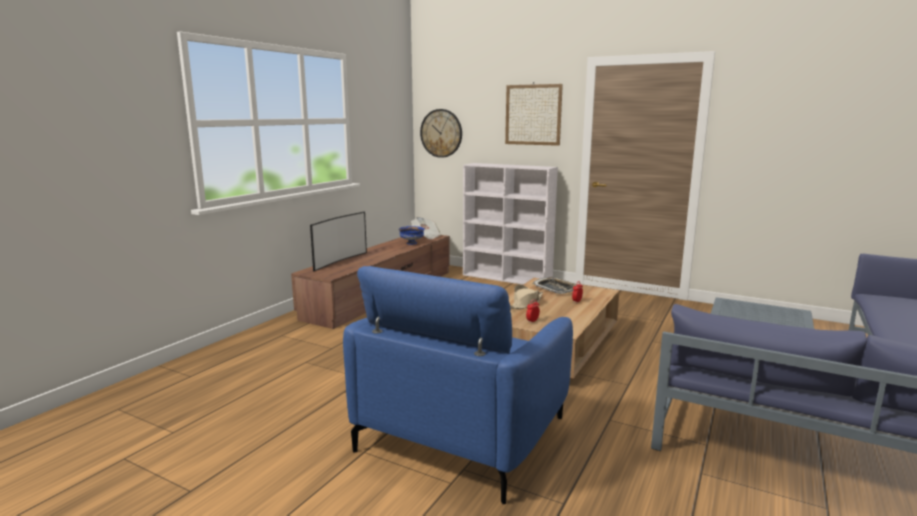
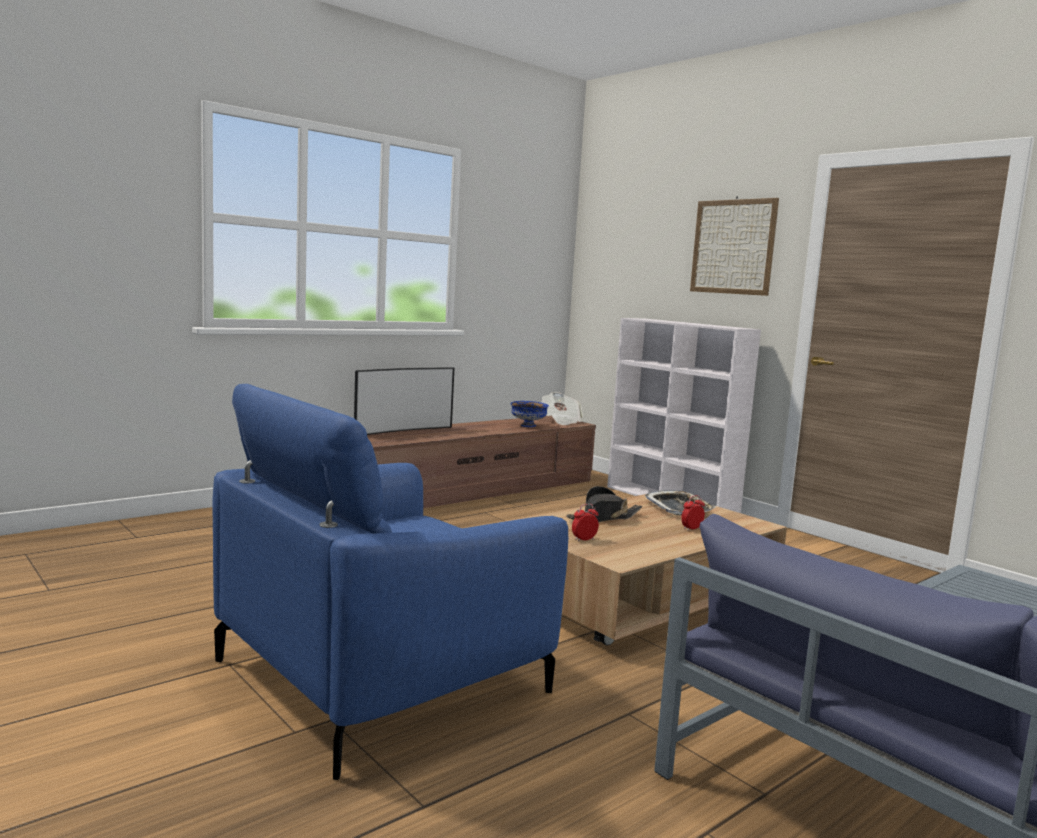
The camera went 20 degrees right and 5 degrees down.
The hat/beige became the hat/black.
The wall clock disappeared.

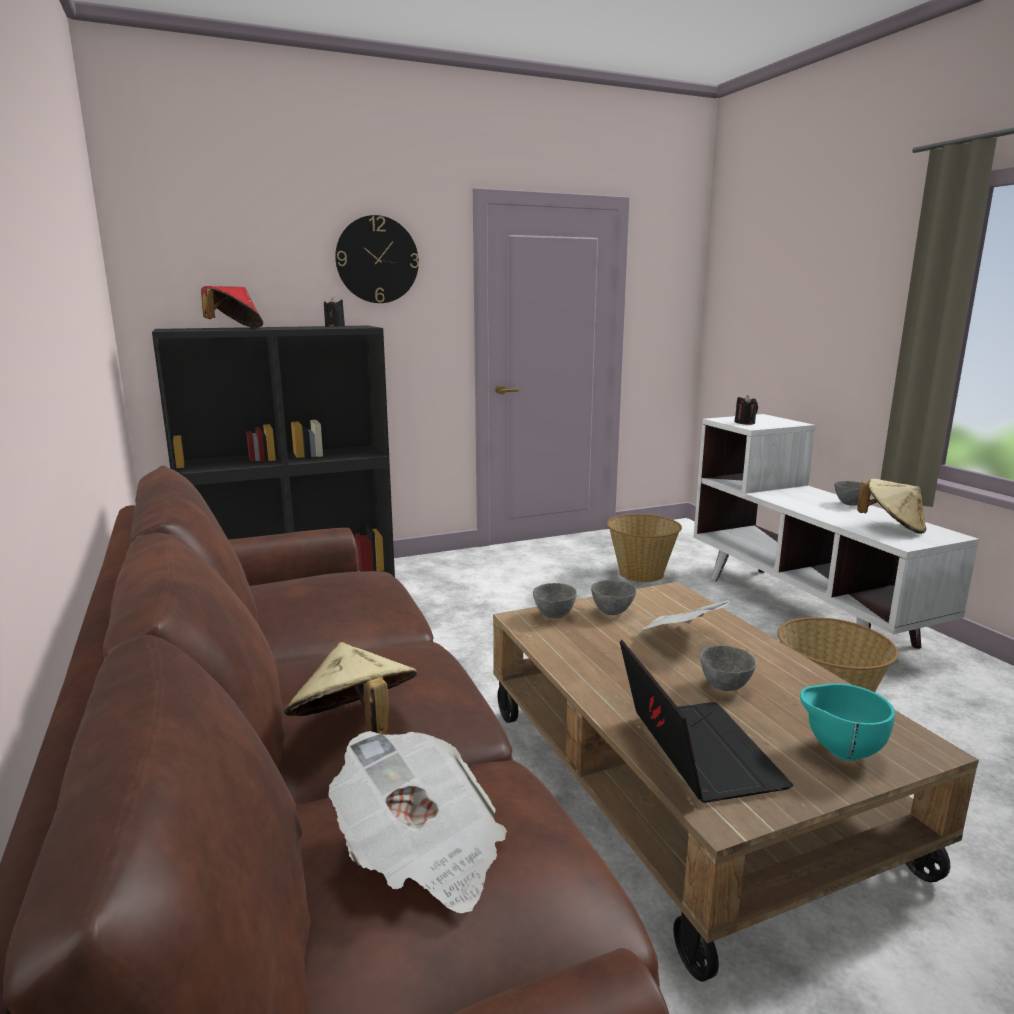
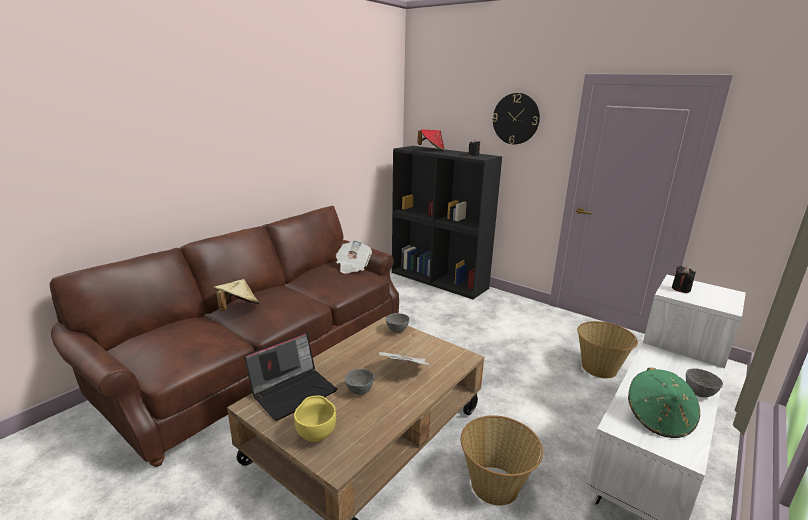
The camera went 60 degrees right and 5 degrees up.
The bowl/turquoise became the bowl/yellow.
The newspaper (1st from left) moved.
The hat/beige (2nd from left) became the hat/green.
The bowl/grey (2nd from left) disappeared.

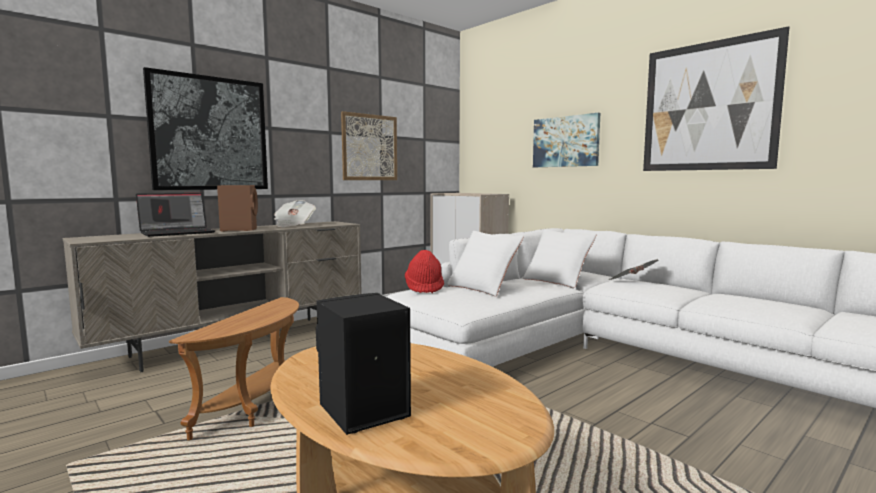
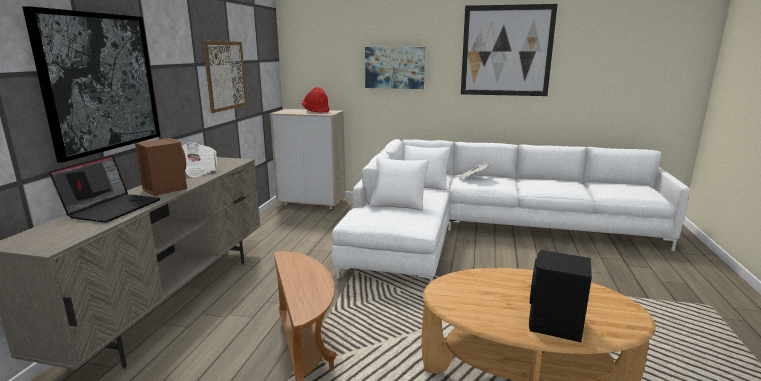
The camera went 35 degrees left and 10 degrees up.
The hat/red moved.

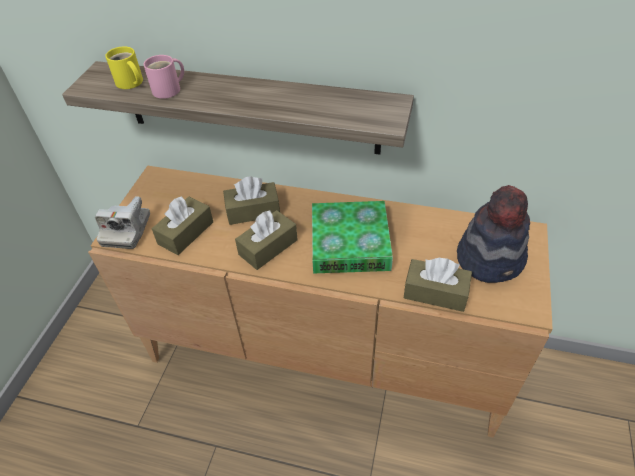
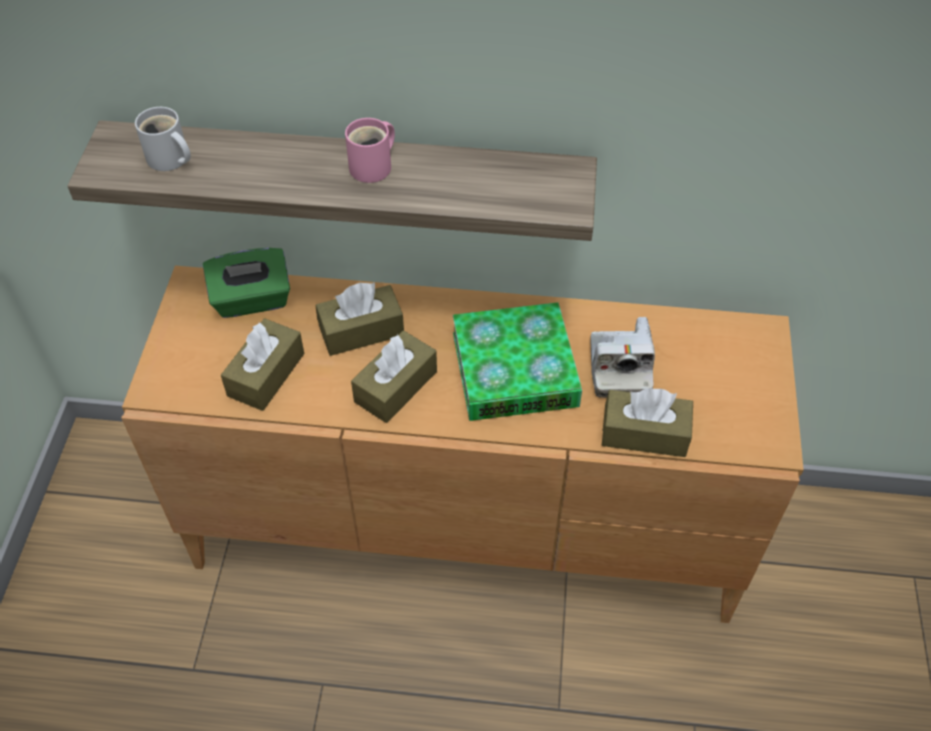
The camera went 10 degrees left and 5 degrees up.
The mug/yellow became the mug/white.
The tissue box/green appeared.
The mug/pink moved.
The photo camera moved.
The hat disappeared.

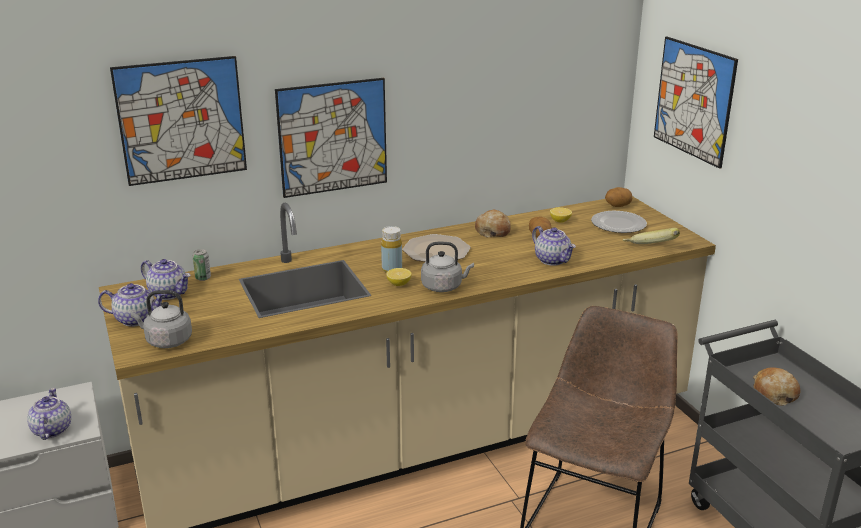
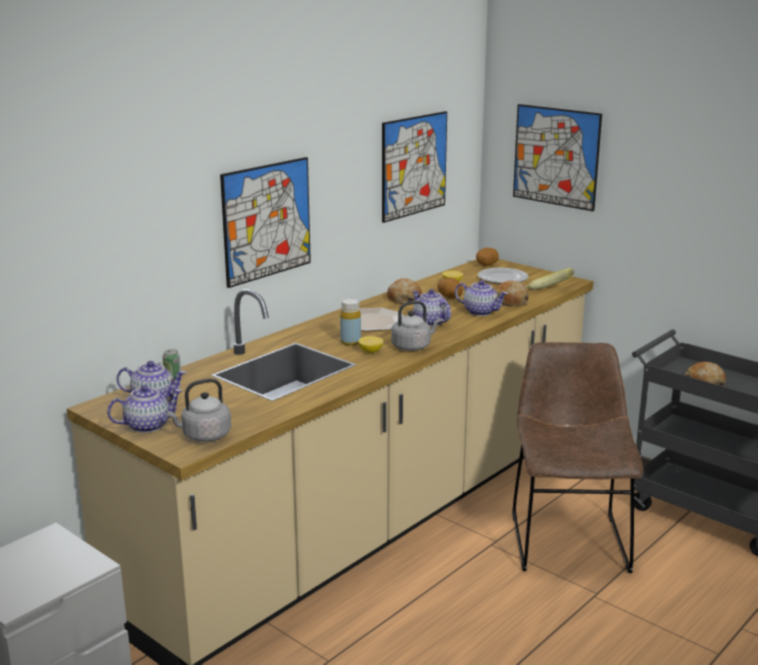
The camera went 25 degrees left and 5 degrees down.
The picture (1st from left in the first image) moved.
The teapot (1st from left in the first image) moved.
The bread (2nd from left) appeared.

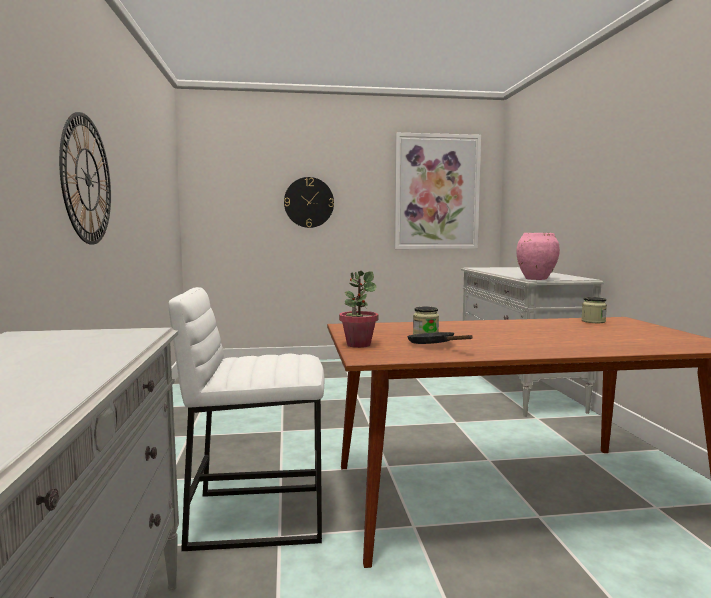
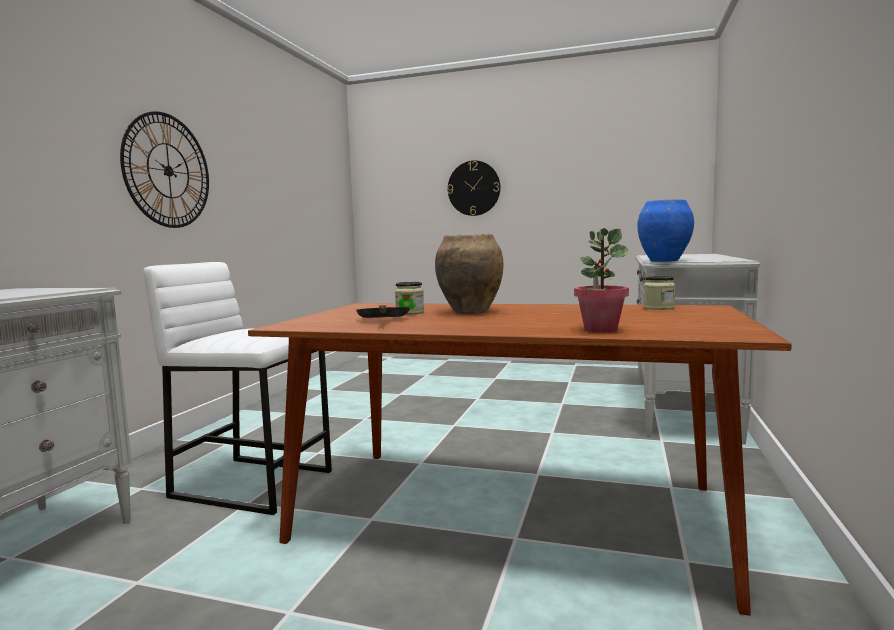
The camera went 25 degrees right and 0 degrees up.
The vase/brown appeared.
The potted plant moved.
The vase/pink became the vase/blue.
The picture disappeared.

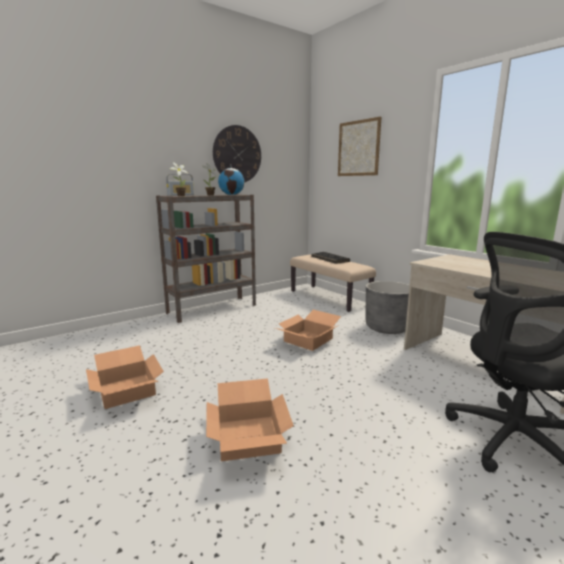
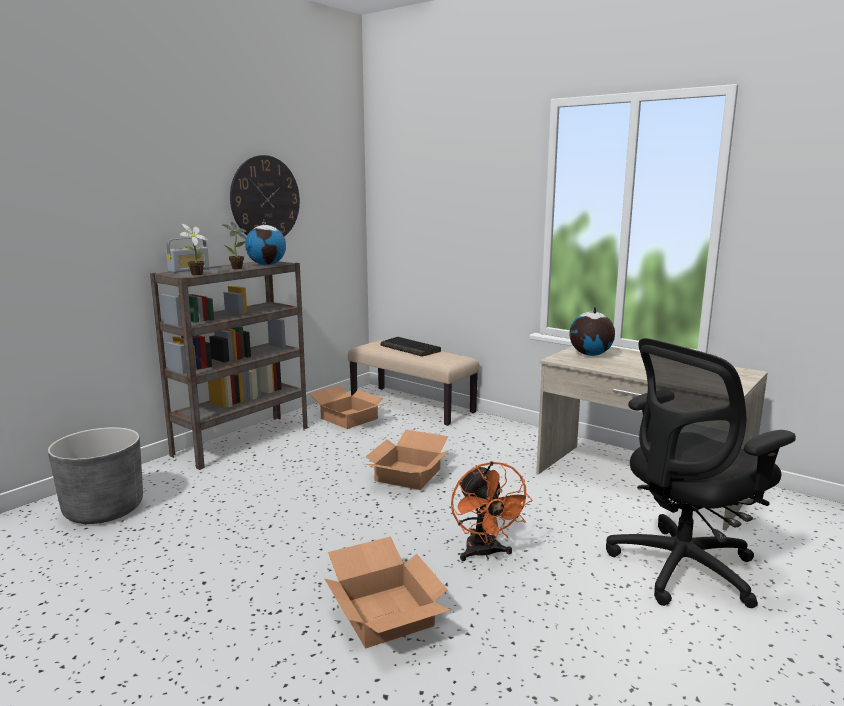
The camera went 15 degrees left and 0 degrees up.
The planter/grey moved.
The cardboard box (1st from left) moved.
The fan/orange appeared.
The globe (2nd from left) appeared.
The picture disappeared.

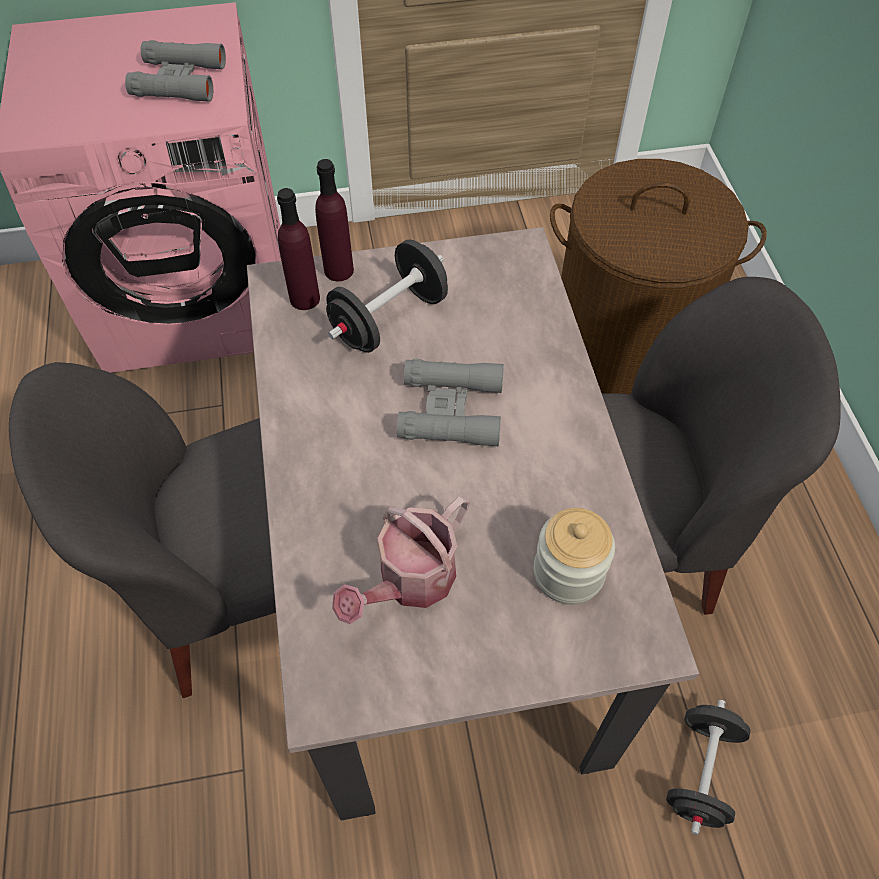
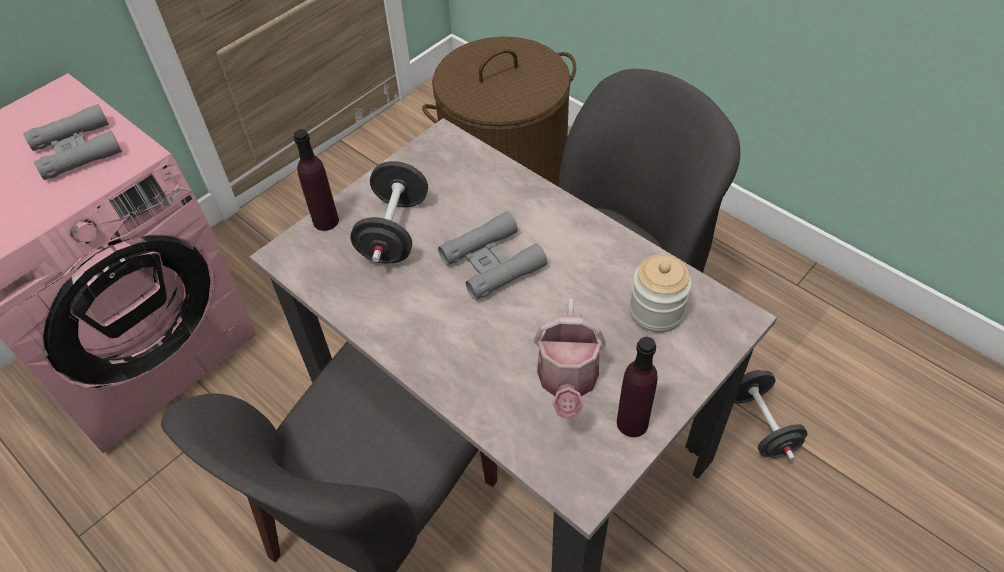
The camera went 35 degrees left and 5 degrees down.
The bottle/purple (1st from left in the first image) moved.

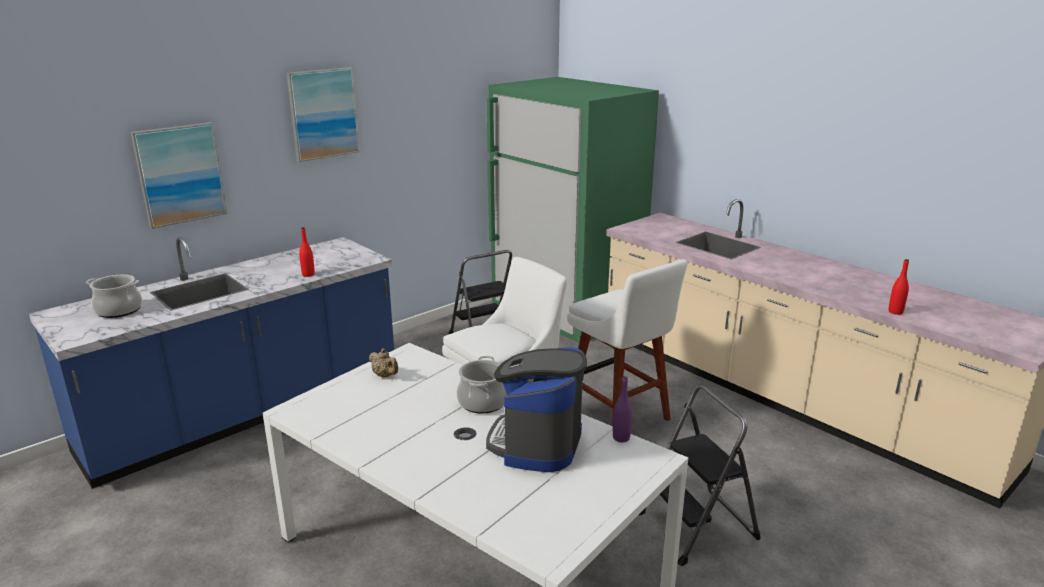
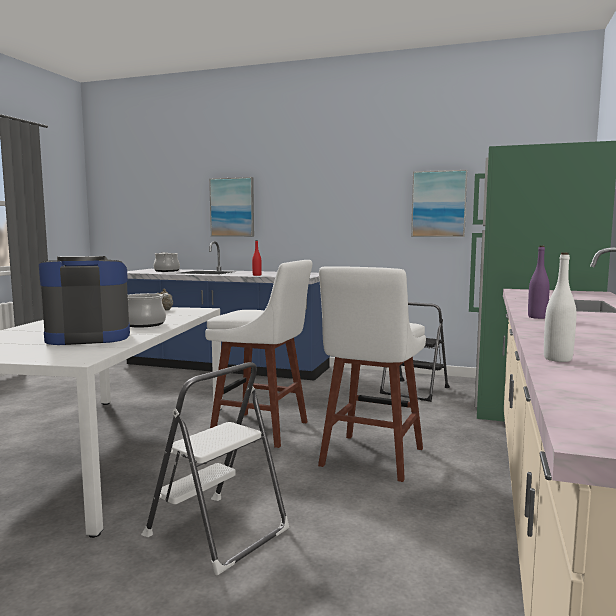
The camera went 60 degrees right and 15 degrees down.
The step ladder/black (2nd from left) became the step ladder/white.
The picture (2nd from left) moved.
The bottle/purple moved.
The bottle/red (2nd from left) became the bottle/white.

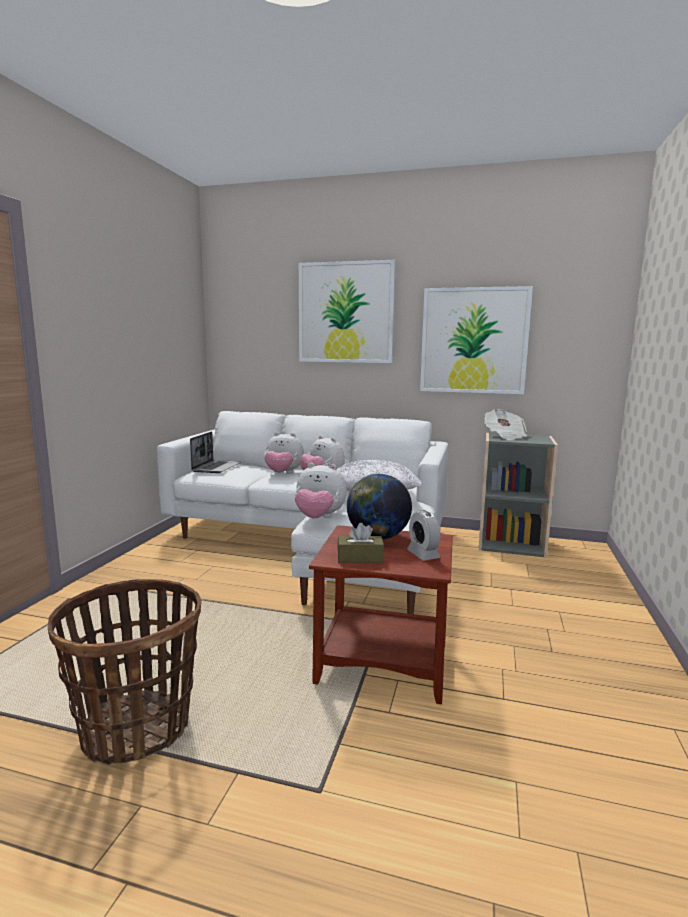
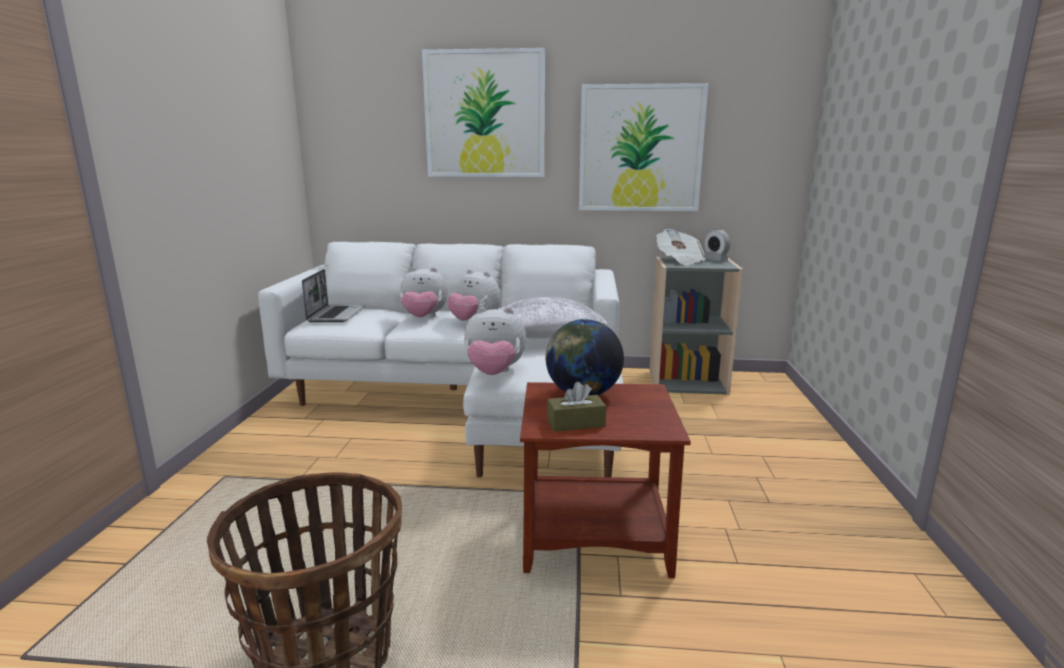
The camera went 10 degrees left and 5 degrees up.
The alarm clock moved.

